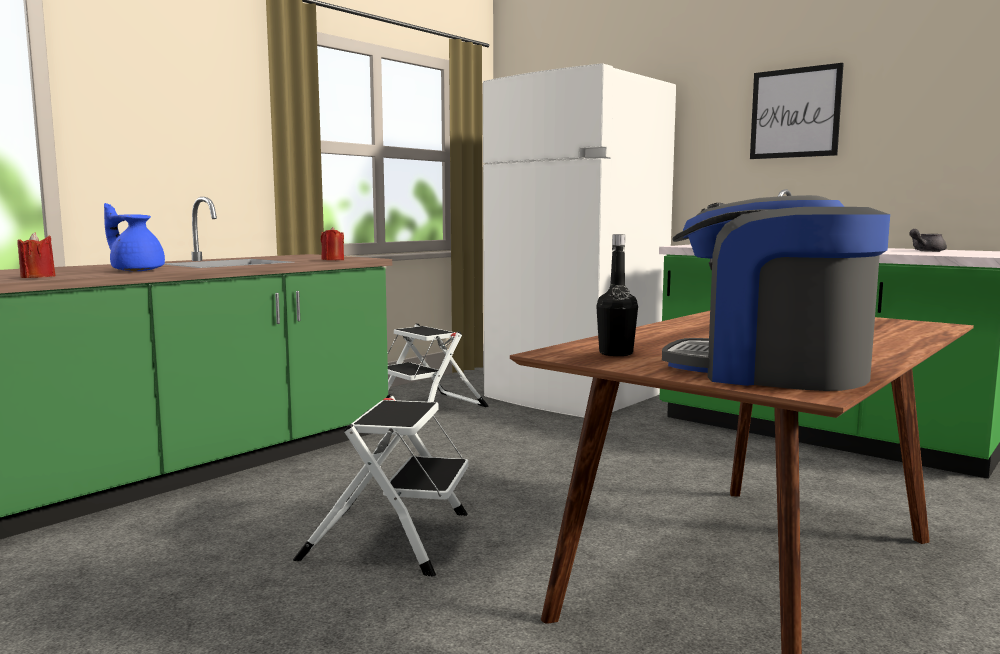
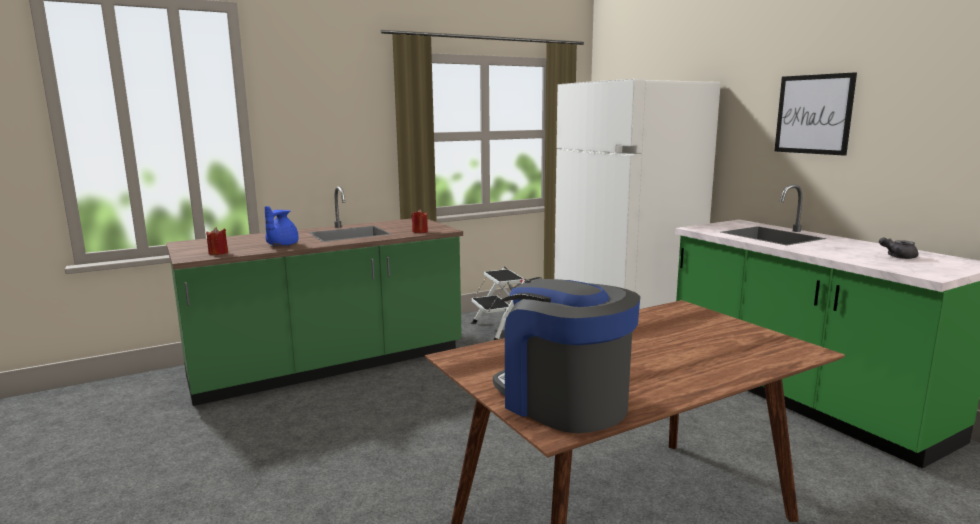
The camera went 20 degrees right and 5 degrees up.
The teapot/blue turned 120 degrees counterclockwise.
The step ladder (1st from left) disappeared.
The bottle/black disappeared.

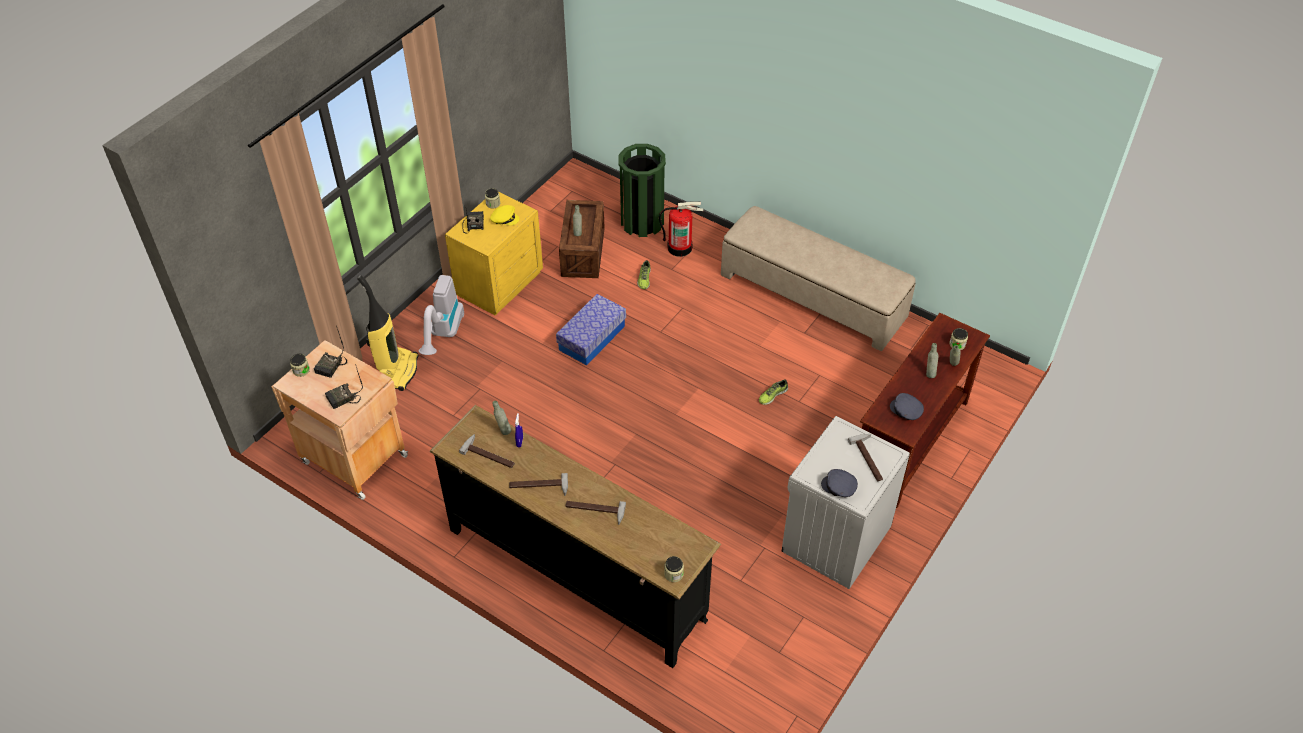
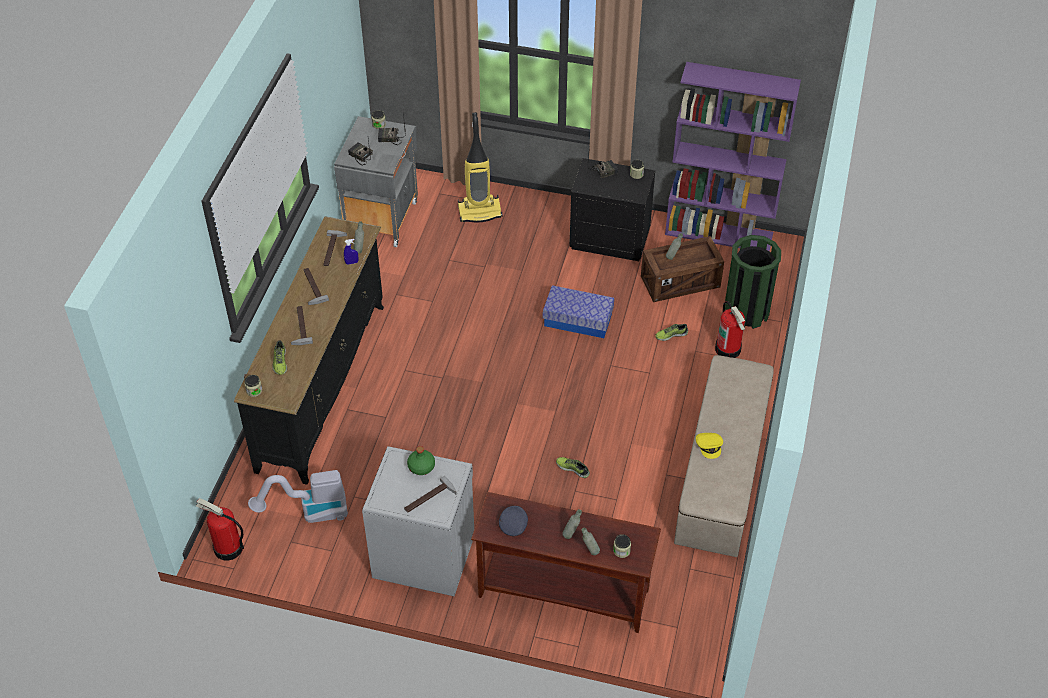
The camera went 70 degrees right and 0 degrees up.
The fire extinguisher (1st from left) appeared.
The vacuum cleaner (2nd from left in the first image) moved.
The shoe (1st from left) appeared.
The cart/brown became the cart/grey.
The bottle/green appeared.
The nightstand/yellow became the nightstand/black.
The bookcase/purple appeared.
The cap/yellow moved.
The cap/grey (1st from left) disappeared.

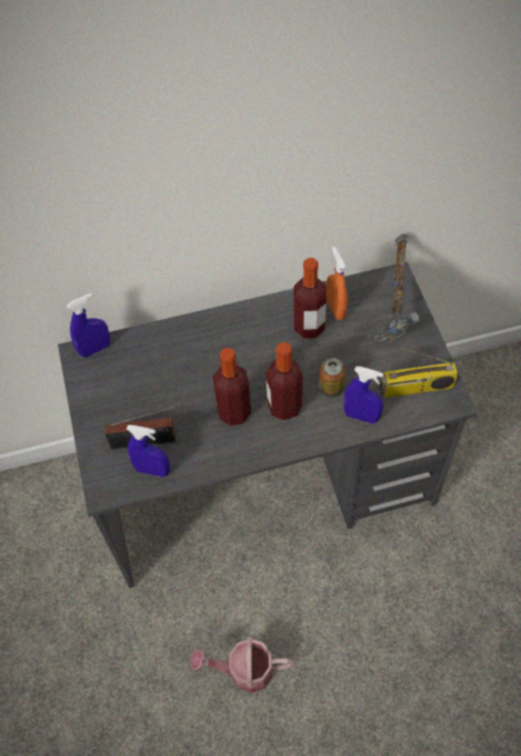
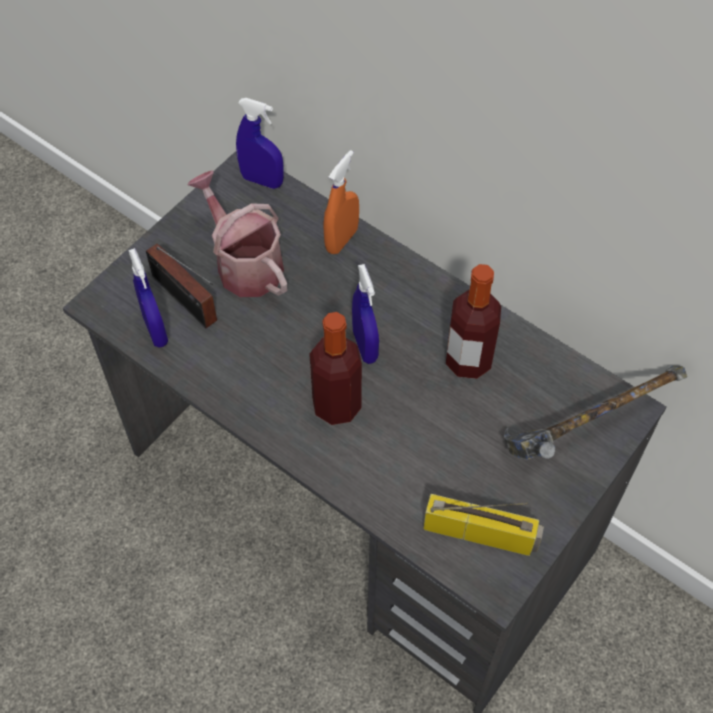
The camera went 50 degrees right and 0 degrees up.
The watering can moved.
The spray bottle/orange moved.
The spray bottle/blue (3rd from left) moved.
The radio (2nd from left) turned 150 degrees clockwise.
The bottle (1st from left) disappeared.
The can disappeared.

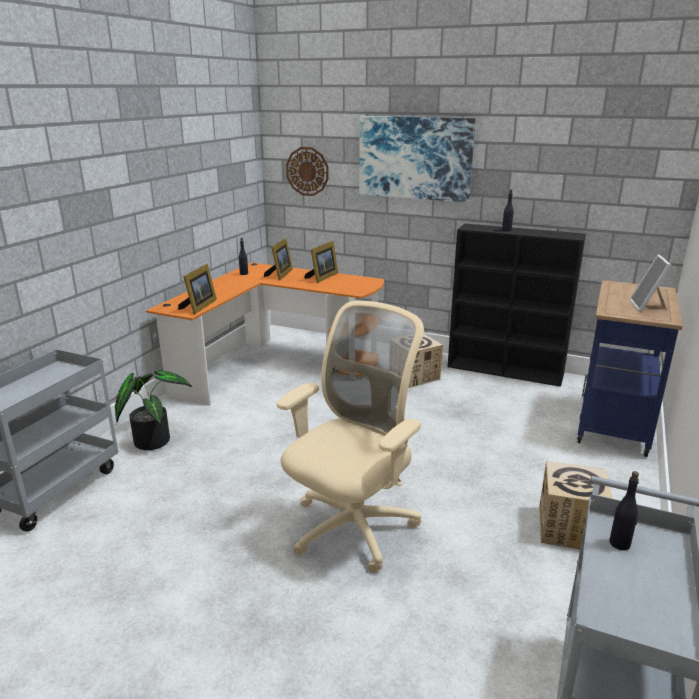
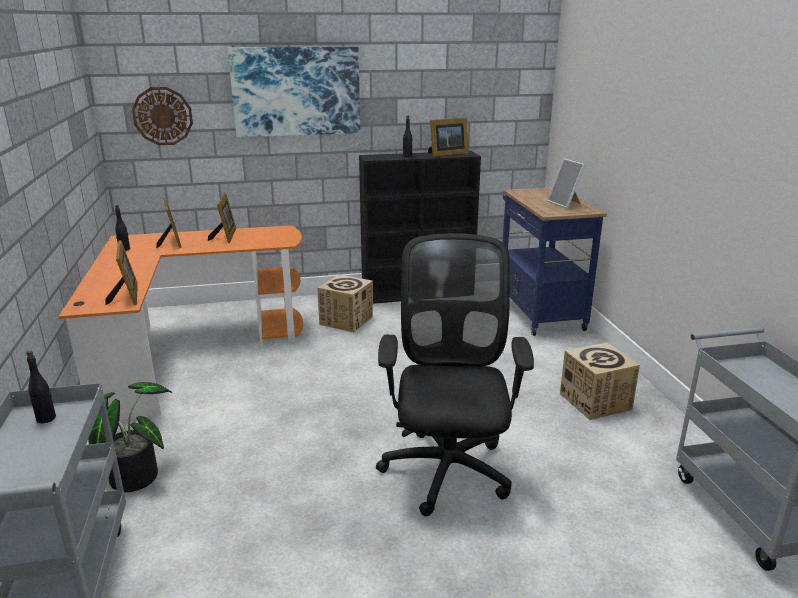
The camera went 35 degrees left and 0 degrees up.
The bottle/black (3rd from left in the first image) moved.
The office chair/beige became the office chair/black.
The picture frame (4th from left) appeared.

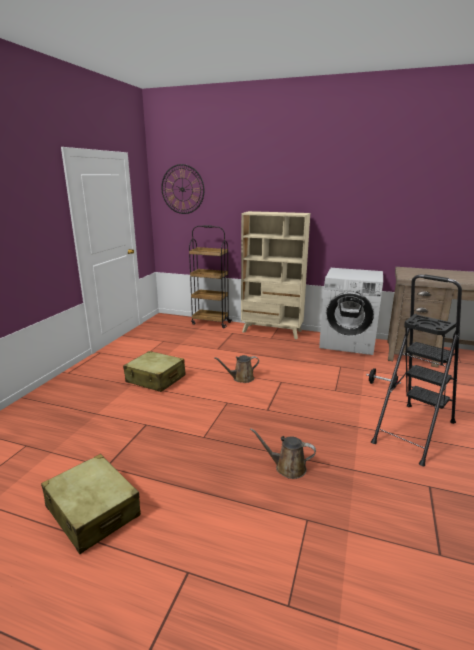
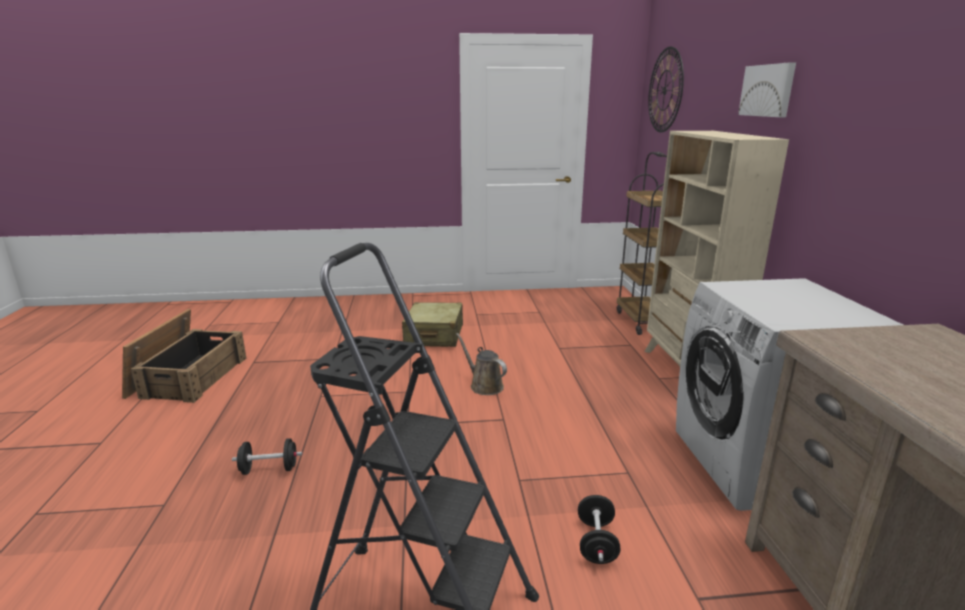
The camera went 65 degrees right and 0 degrees up.
The suitcase/beige (1st from left) was replaced by the crate.
The watering can/brown (2nd from left) was replaced by the dumbbell/black (1st from left).
The picture appeared.

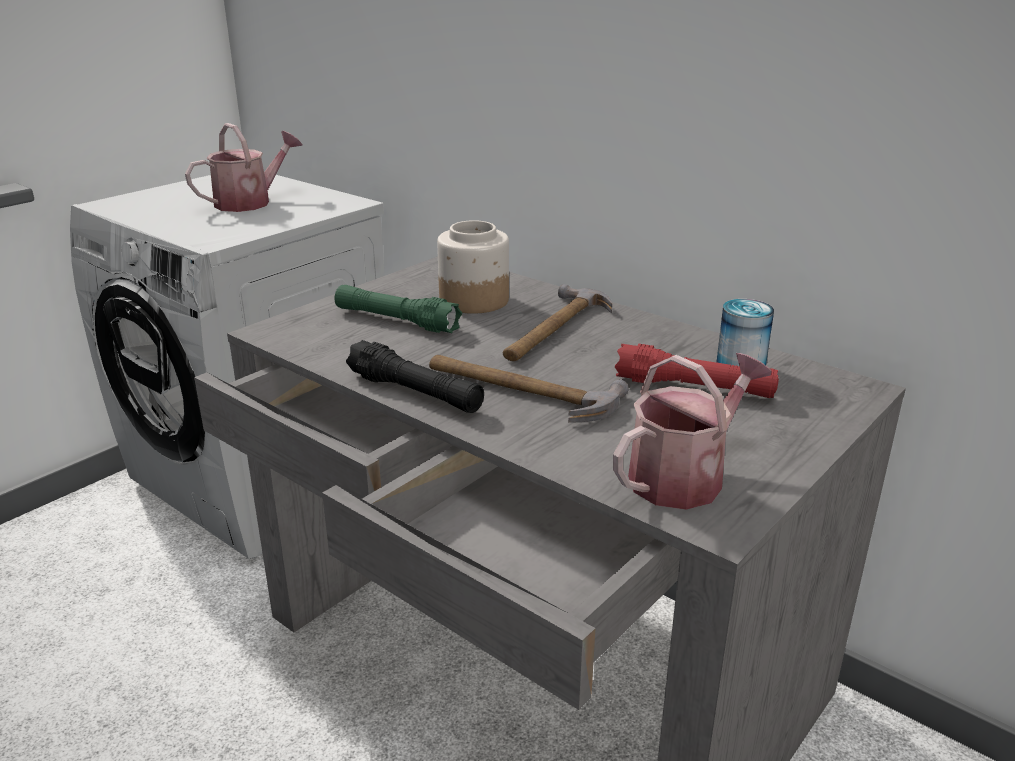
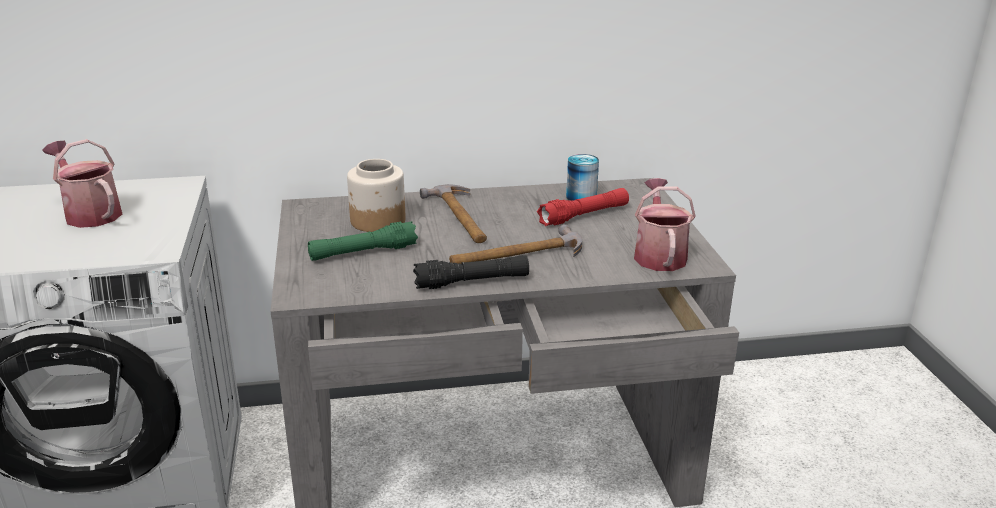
The camera went 50 degrees left and 0 degrees up.
The watering can (1st from left) turned 45 degrees counterclockwise.

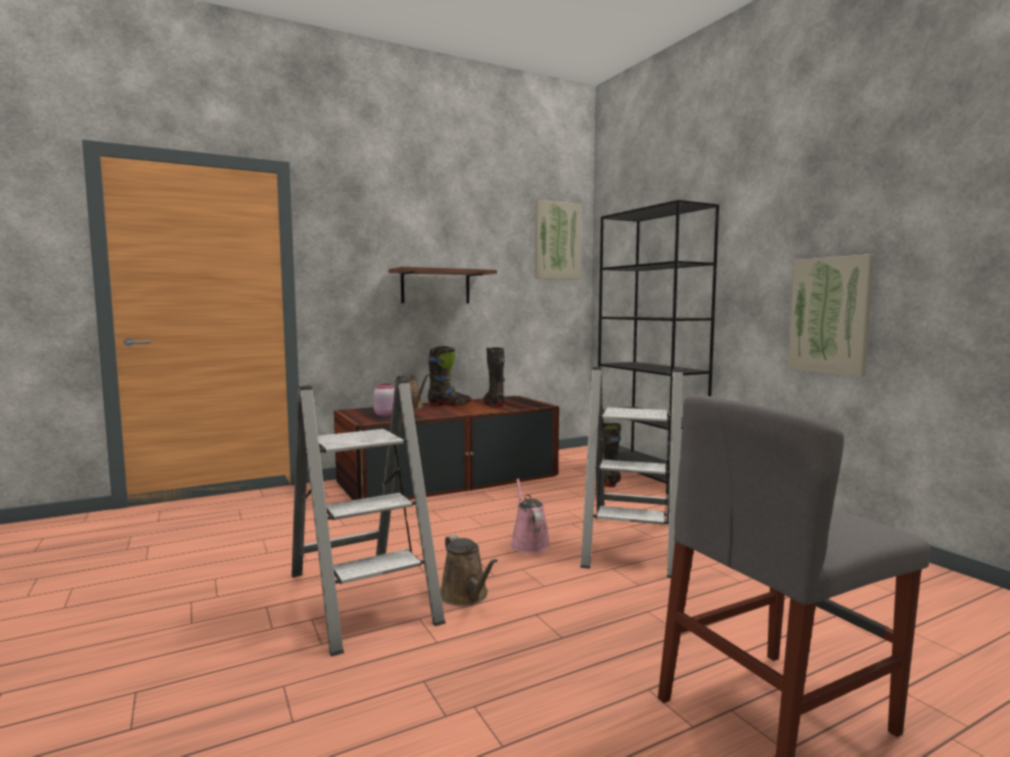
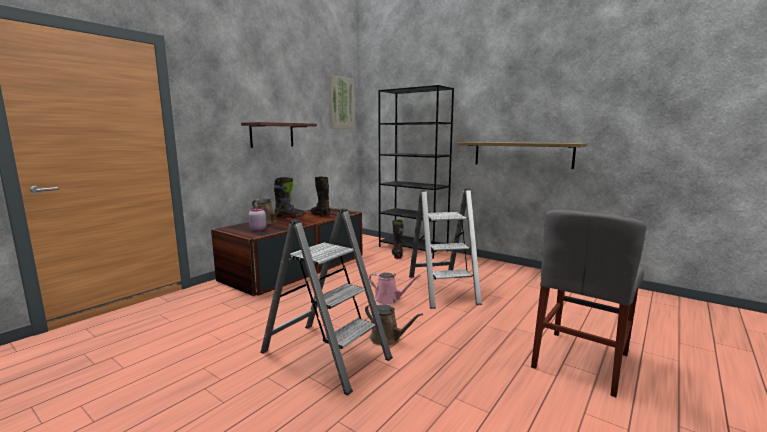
The camera went 25 degrees left and 5 degrees up.
The watering can/pink turned 150 degrees clockwise.
The picture (2nd from left) was replaced by the shelf (2nd from left).

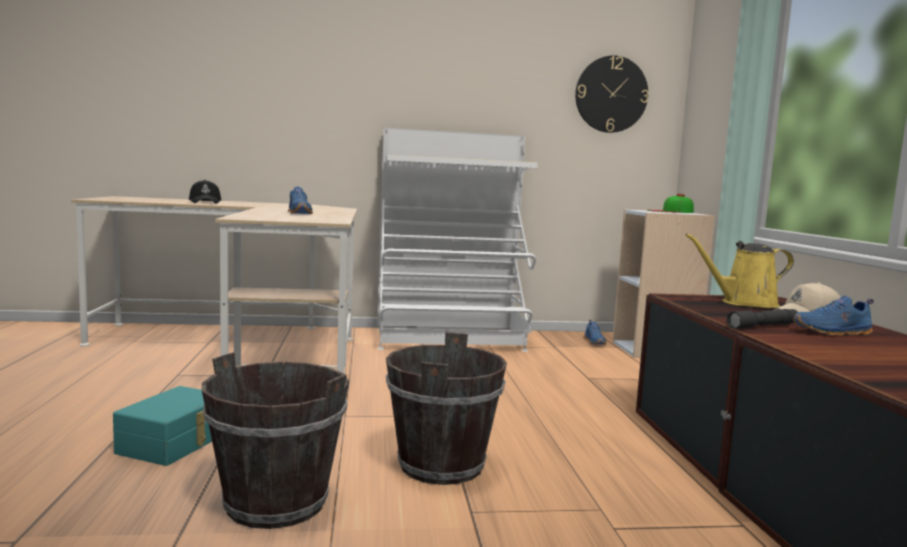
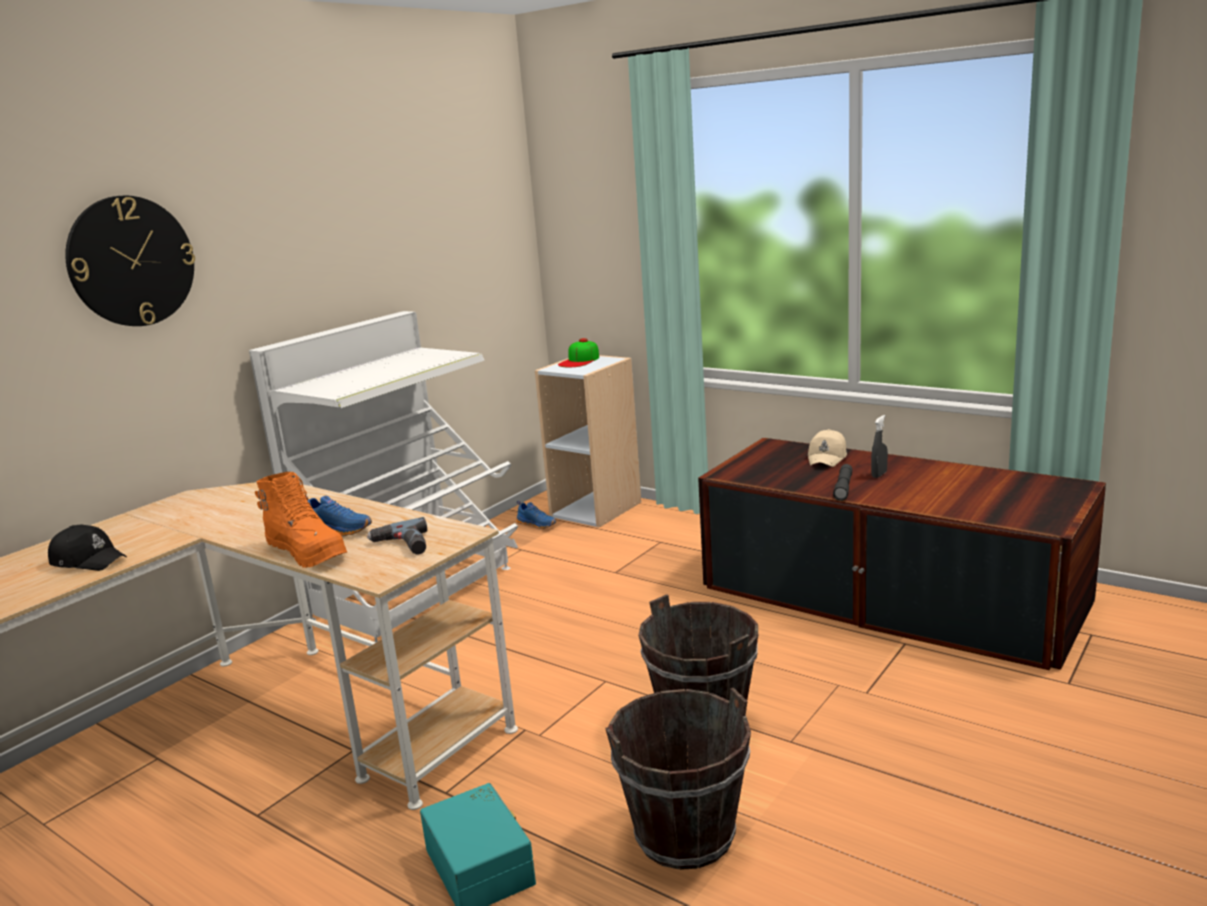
The camera went 45 degrees left and 10 degrees up.
The wall clock moved.
The boot/orange appeared.
The power drill appeared.
The shoe/blue (3rd from left) was replaced by the spray bottle/grey.
The watering can/yellow disappeared.

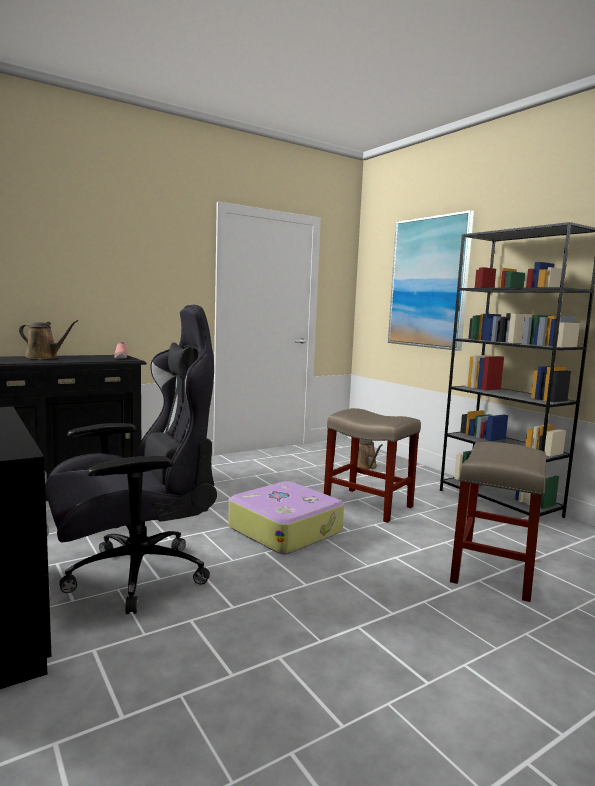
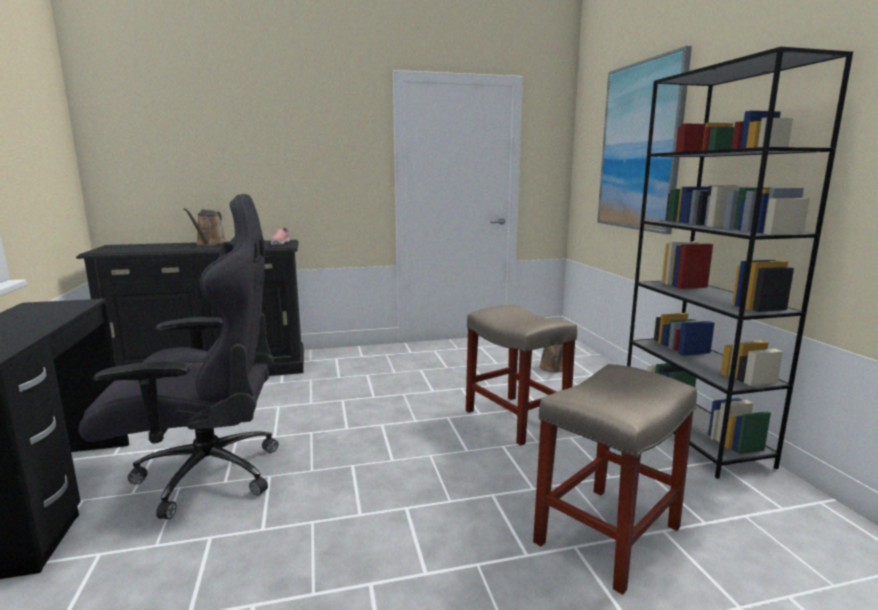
The camera went 20 degrees right and 5 degrees up.
The watering can/brown (1st from left) turned 60 degrees clockwise.
The suitcase disappeared.

